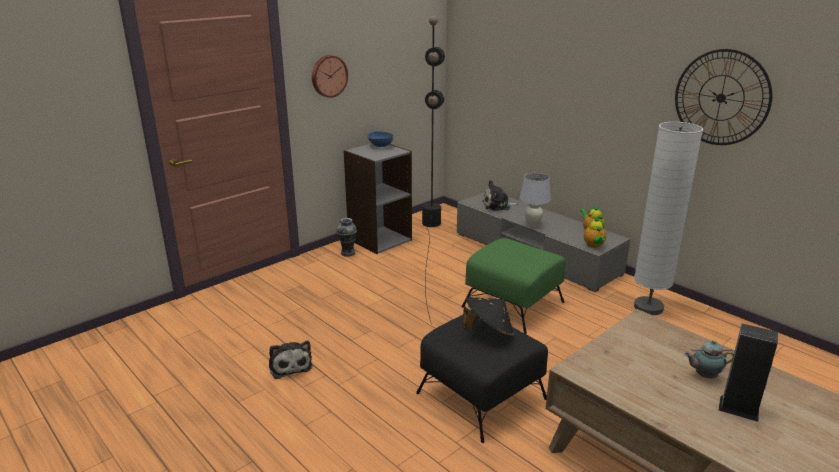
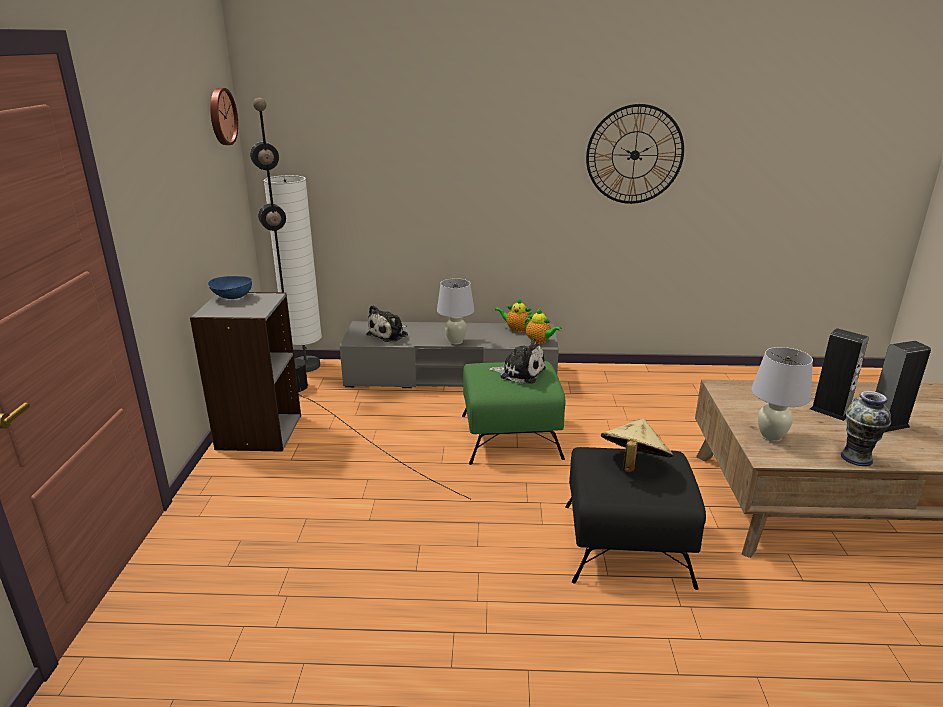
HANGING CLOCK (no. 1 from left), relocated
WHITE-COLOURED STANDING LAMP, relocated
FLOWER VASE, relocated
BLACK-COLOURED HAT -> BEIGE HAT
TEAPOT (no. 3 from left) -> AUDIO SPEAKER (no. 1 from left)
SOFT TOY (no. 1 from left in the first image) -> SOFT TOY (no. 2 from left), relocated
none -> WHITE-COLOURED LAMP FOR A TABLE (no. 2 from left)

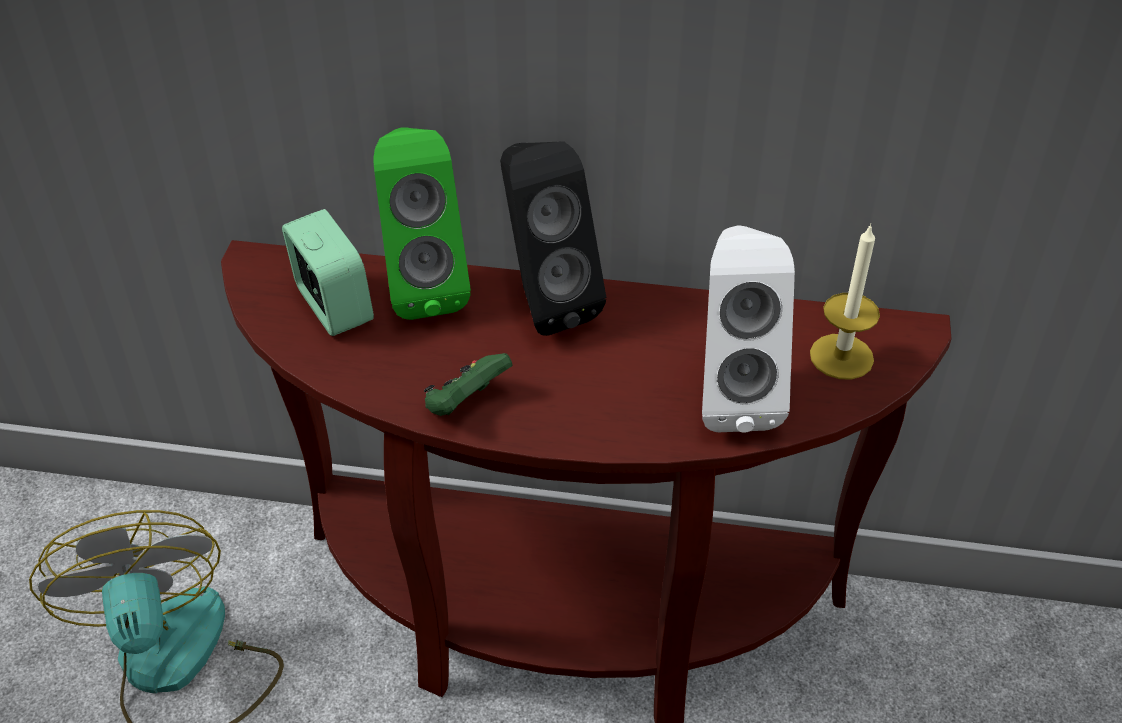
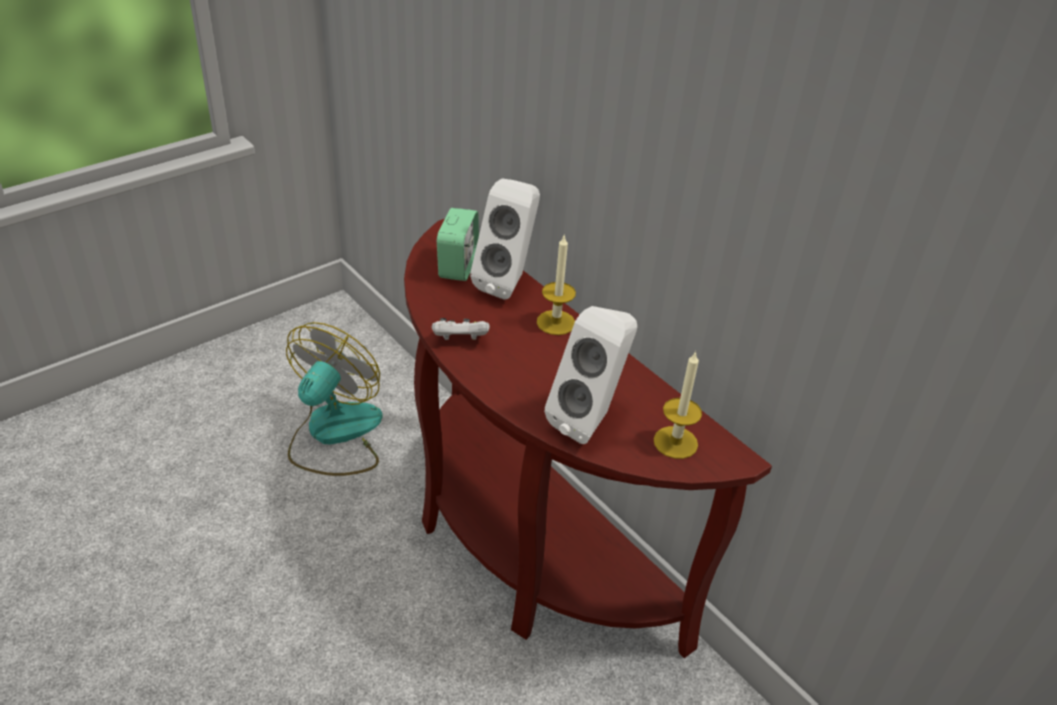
GREEN AUDIO SPEAKER -> WHITE-COLOURED AUDIO SPEAKER (no. 1 from left)
BLACK-COLOURED AUDIO SPEAKER -> CANDLE (no. 1 from left)
GREEN GAMEPAD -> WHITE-COLOURED GAMEPAD

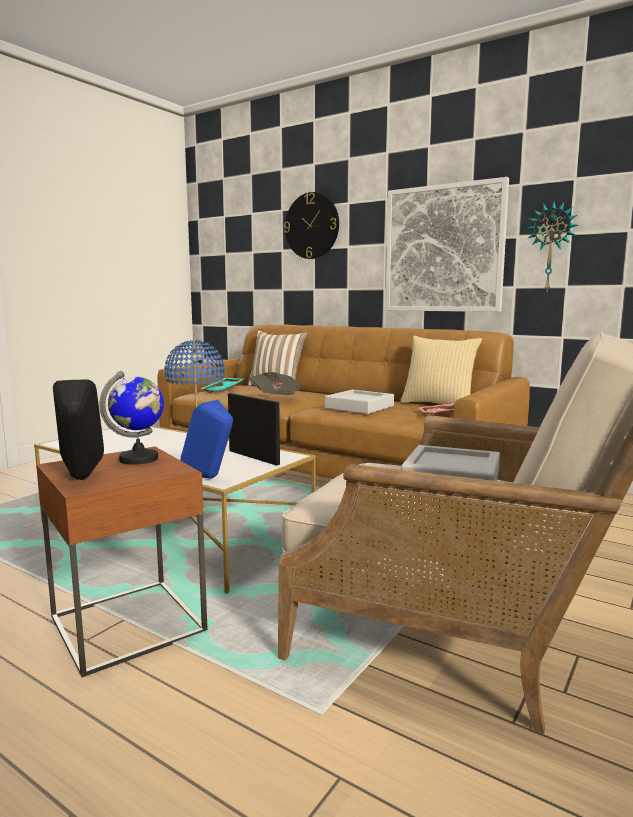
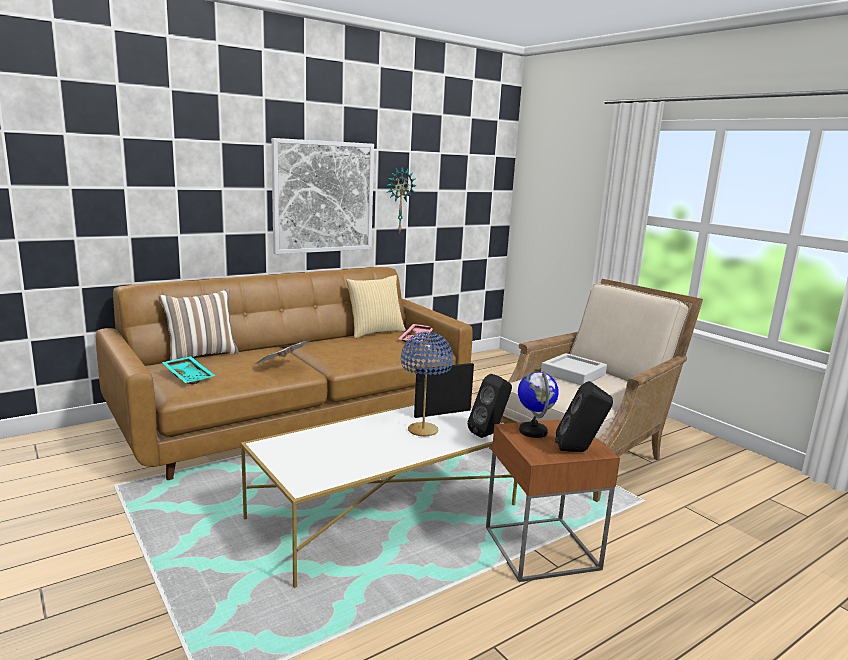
HANGING CLOCK (no. 1 from left) -> none
GREYISH TRAY (no. 1 from left) -> none
BLUE AUDIO SPEAKER -> BLACK-COLOURED AUDIO SPEAKER (no. 1 from left)

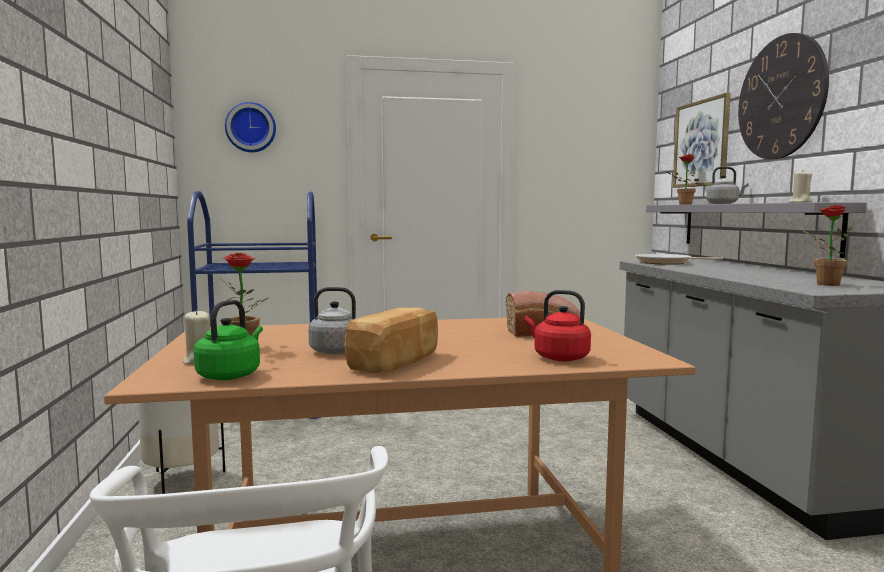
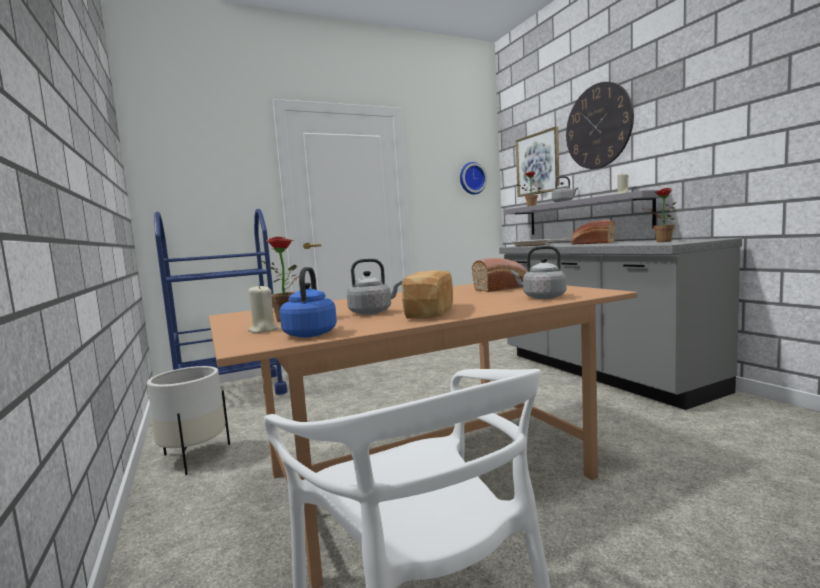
HANGING CLOCK (no. 1 from left), relocated
RED-COLOURED TEA KETTLE -> GREYISH TEA KETTLE (no. 2 from left)
GREEN TEA KETTLE -> BLUE TEA KETTLE
none -> BAKED BREAD (no. 3 from left)

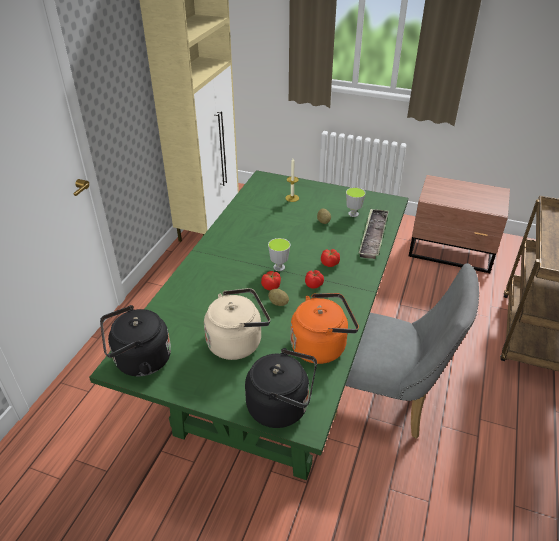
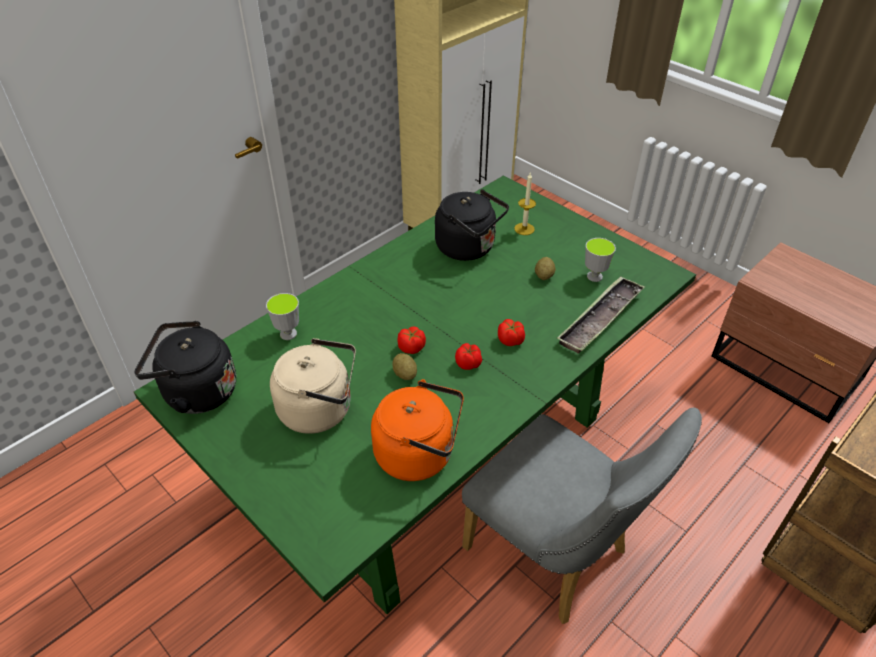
DRINKING CUP (no. 1 from left), relocated
BLACK-COLOURED TEA KETTLE (no. 2 from left), relocated

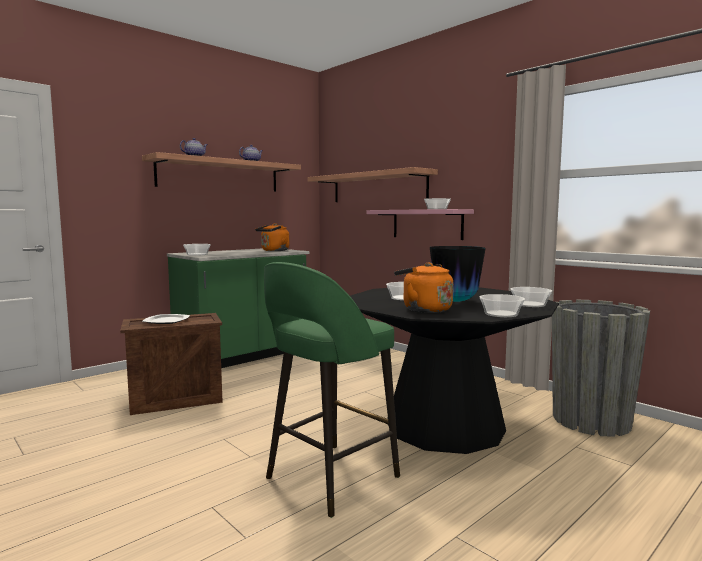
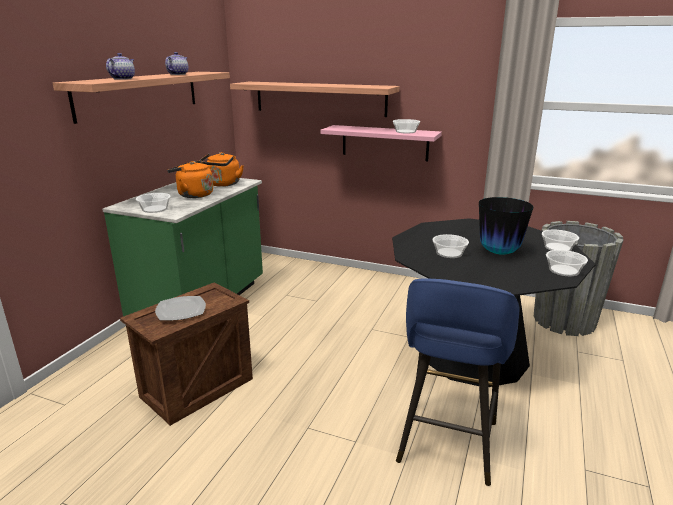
GREEN STOOL SEAT -> BLUE STOOL SEAT
ORANGE-COLOURED TEA KETTLE (no. 2 from left in the first image) -> ORANGE-COLOURED TEA KETTLE (no. 1 from left), relocated

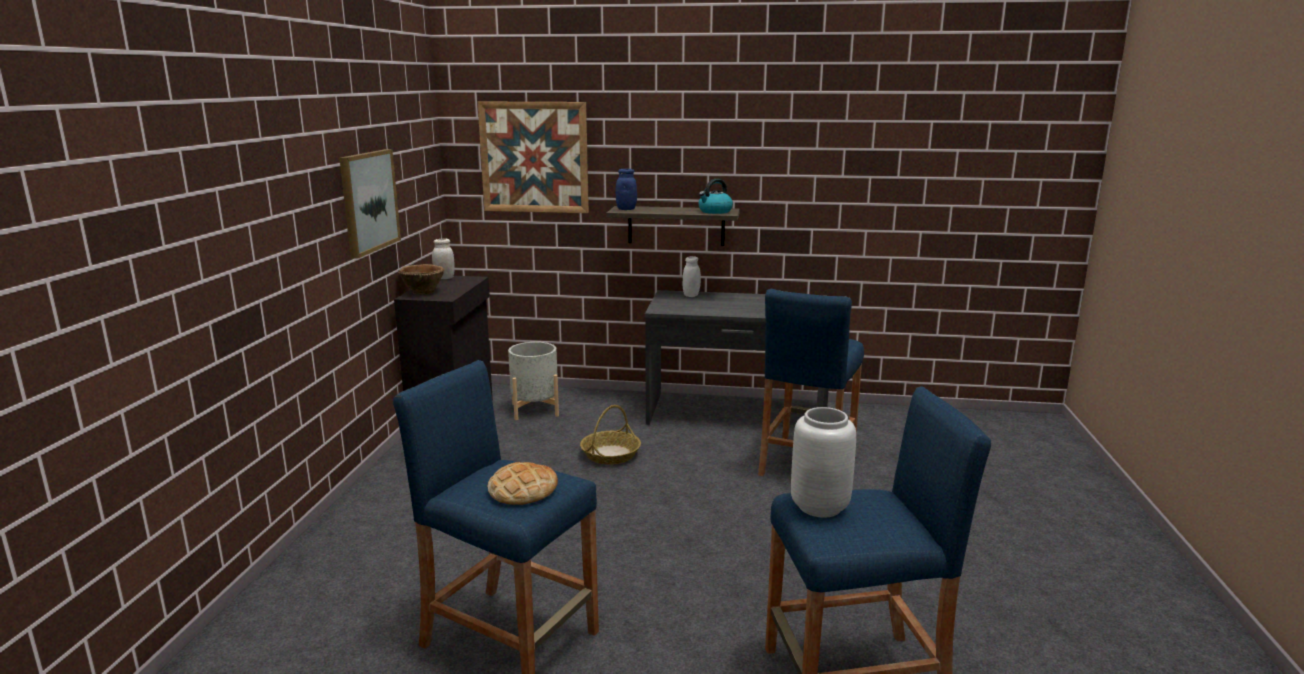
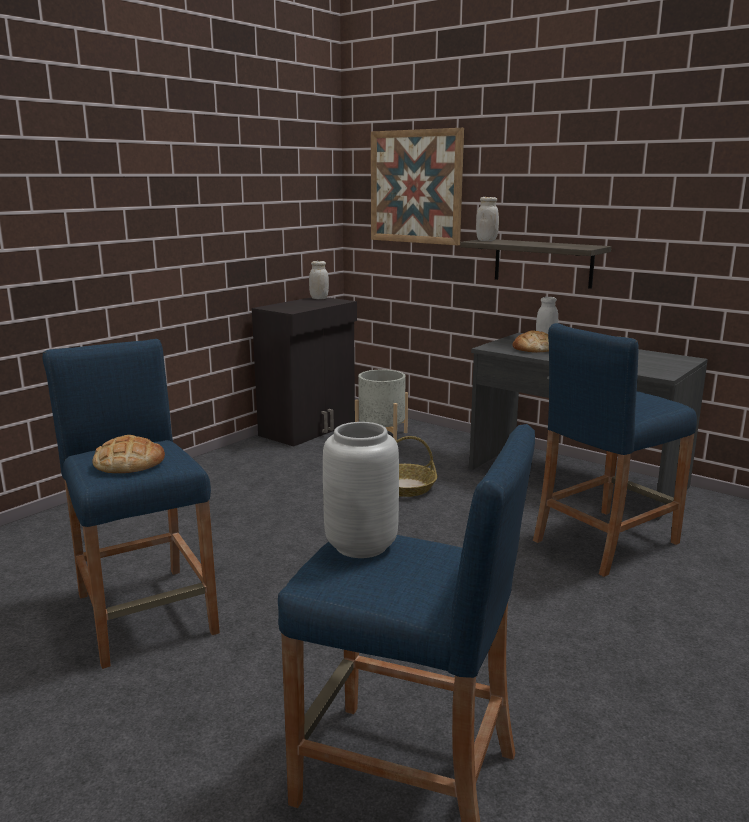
WALL PICTURE (no. 1 from left) -> none
BLUE JAR -> WHITE-COLOURED JAR (no. 2 from left)
TEA KETTLE -> none
BROWN DEEP DISH -> none
none -> BAKED BREAD (no. 2 from left)

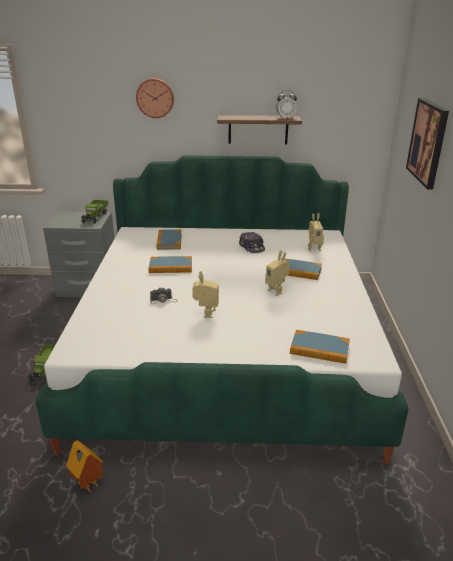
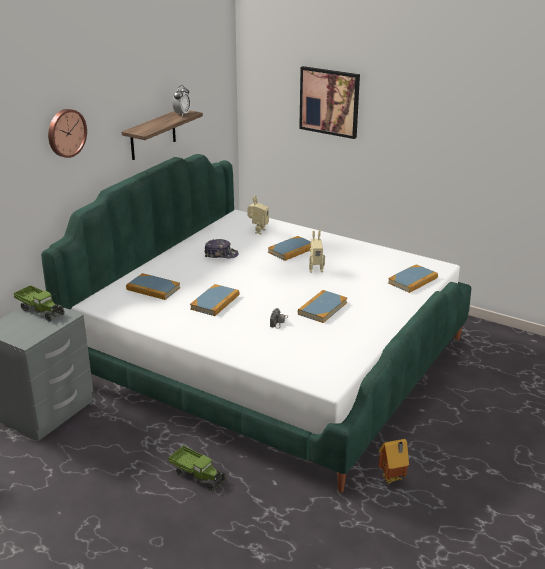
MODEL ROBOT (no. 1 from left) -> BOOK (no. 4 from left)

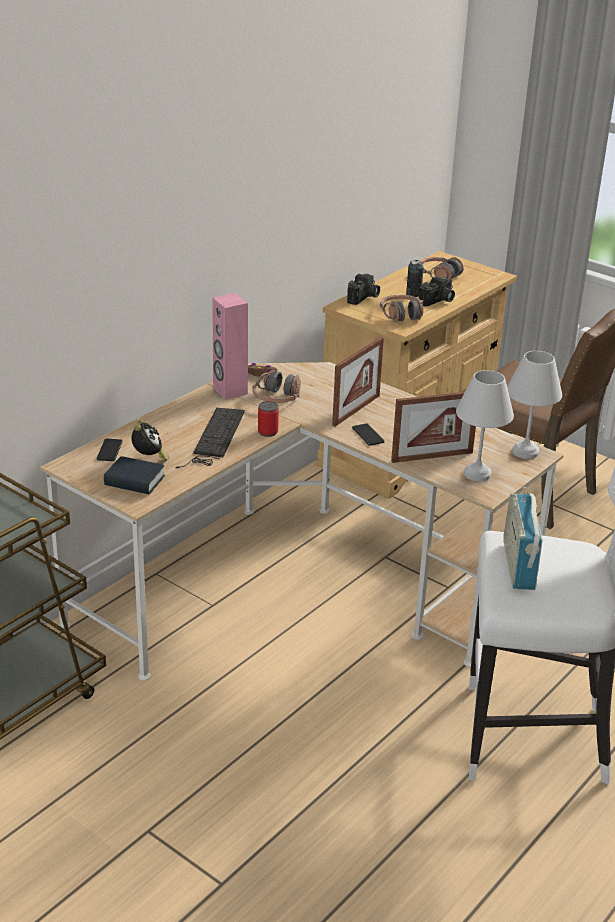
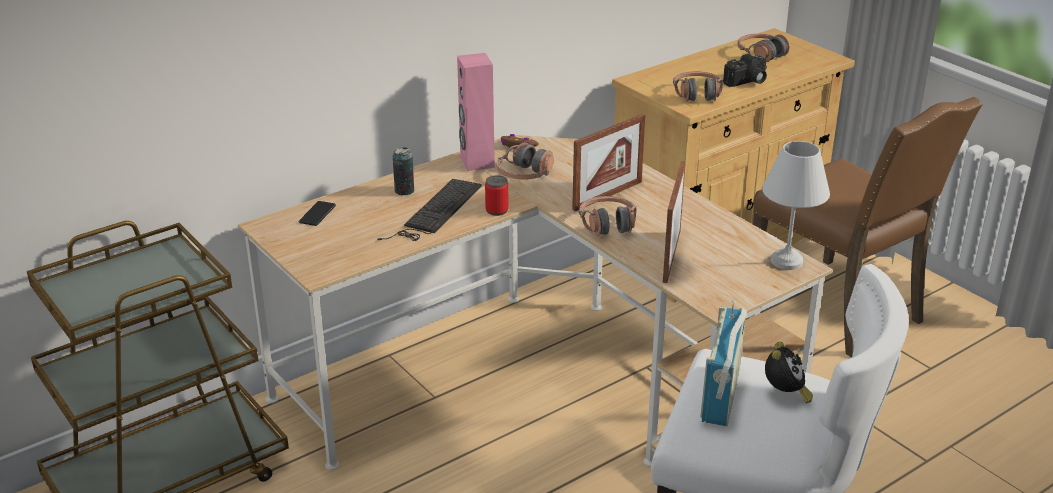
CAN (no. 2 from left in the first image) -> CAN (no. 1 from left), relocated
PHOTO CAMERA (no. 1 from left) -> none
WHITE-COLOURED LAMP FOR A TABLE (no. 1 from left) -> none
PHOTO FRAME (no. 2 from left), 105 degrees clockwise
ALARM CLOCK, relocated
HANDSET (no. 2 from left) -> PAIR OF HEADPHONES (no. 2 from left)
BOOK -> none

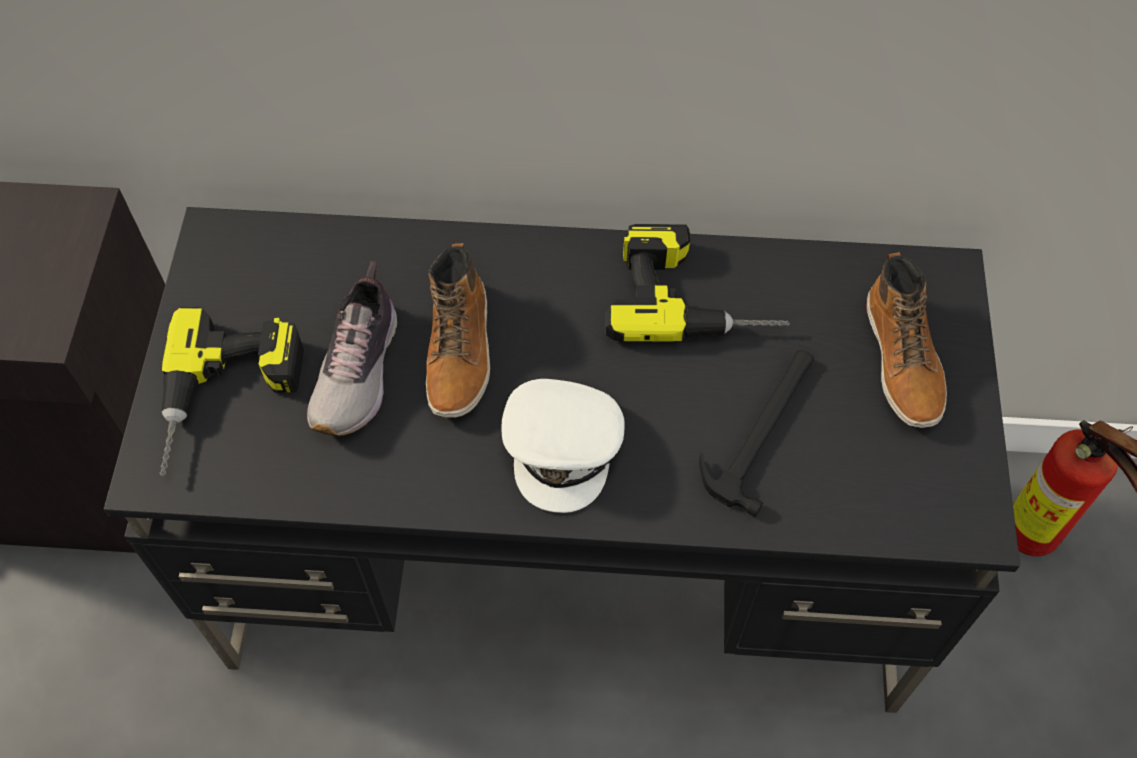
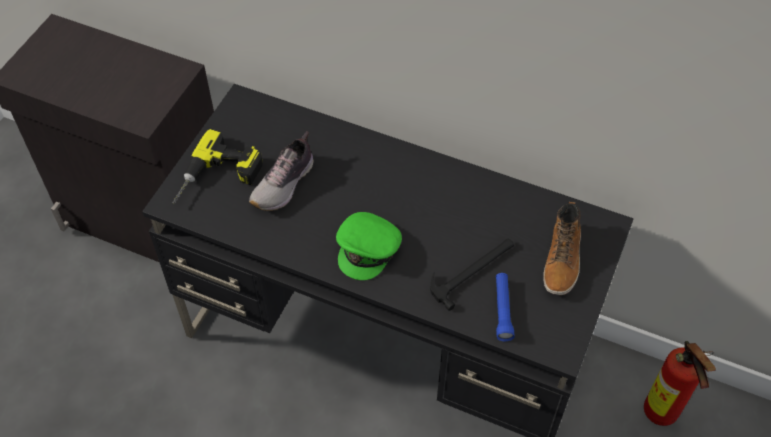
POWER DRILL (no. 2 from left) -> none
HIGH-TOP BOOT (no. 1 from left) -> none
WHITE-COLOURED PEAKED CAP -> GREEN PEAKED CAP
none -> BLUE FLASHLIGHT

